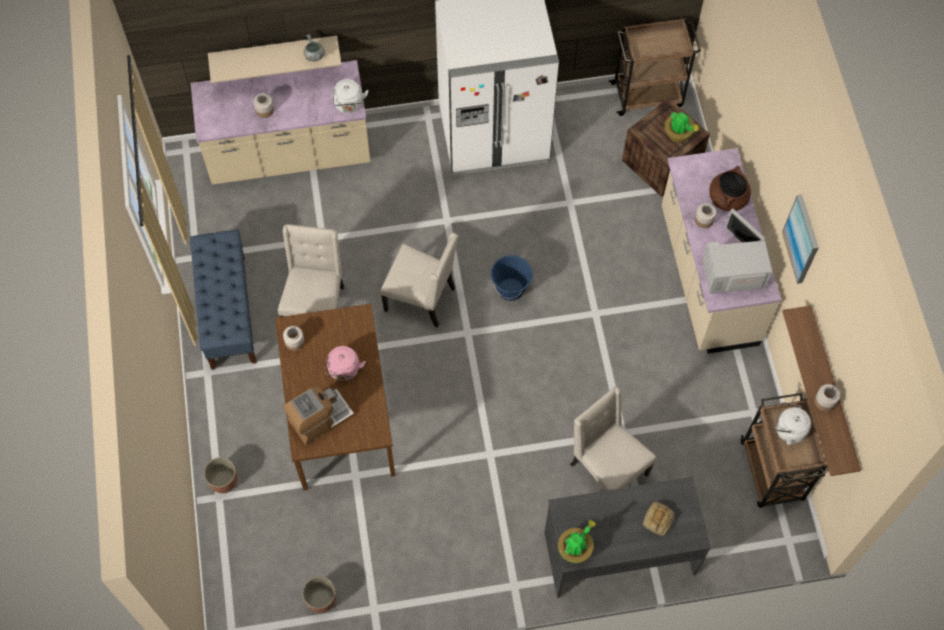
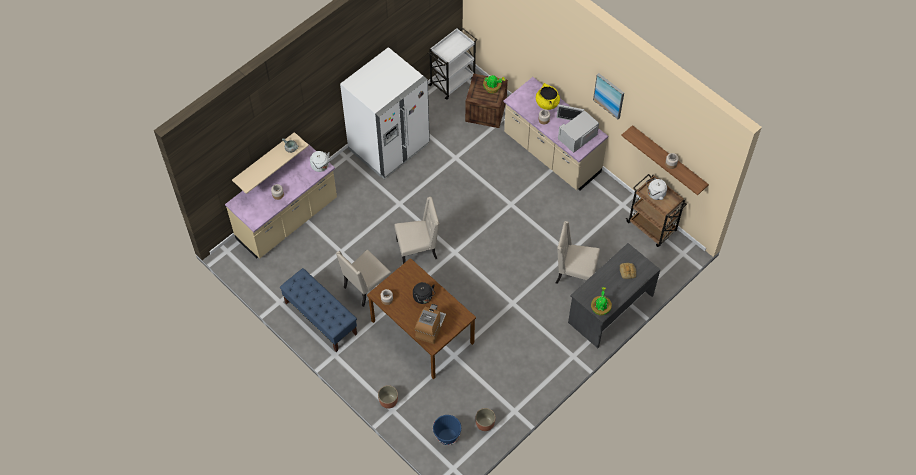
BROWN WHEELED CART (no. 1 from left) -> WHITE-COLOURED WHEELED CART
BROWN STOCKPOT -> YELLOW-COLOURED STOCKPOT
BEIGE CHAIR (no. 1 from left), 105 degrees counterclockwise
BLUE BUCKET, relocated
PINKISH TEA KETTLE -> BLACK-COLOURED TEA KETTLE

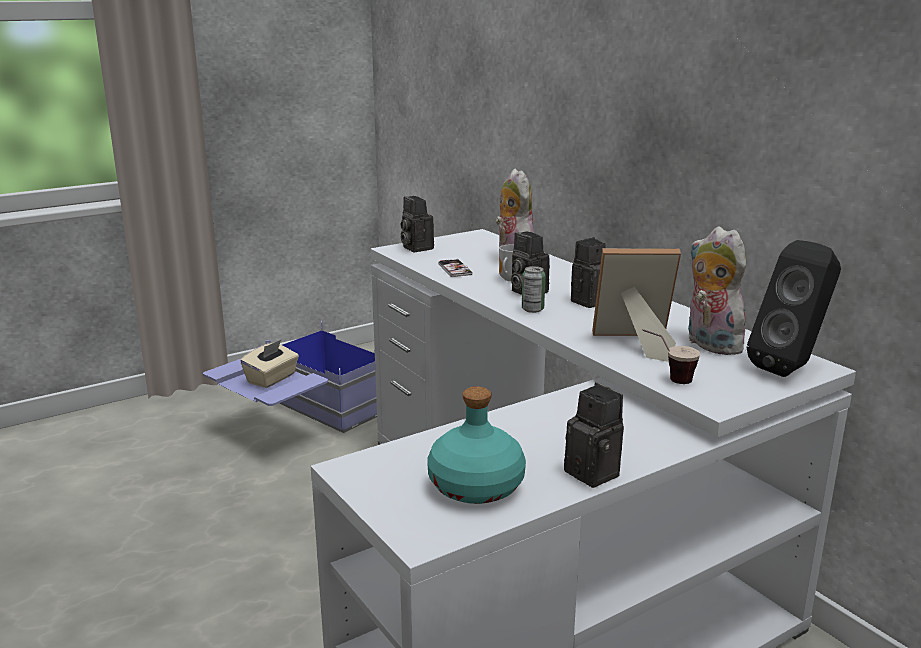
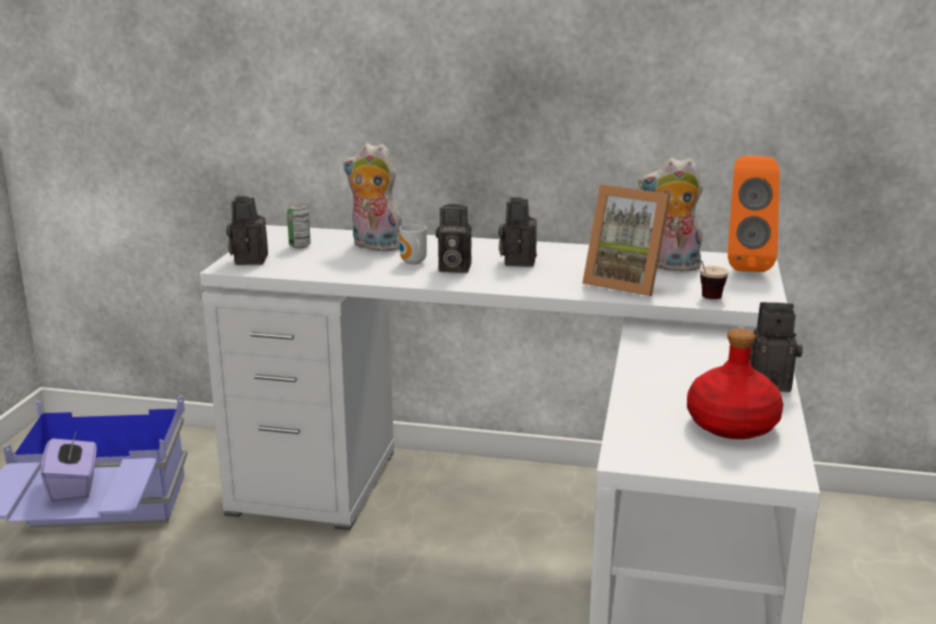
PHOTO CAMERA (no. 1 from left), 75 degrees clockwise
BLACK-COLOURED AUDIO SPEAKER -> ORANGE-COLOURED AUDIO SPEAKER
PHOTO FRAME, 105 degrees counterclockwise
HANDSET -> none
CAN, relocated
BEIGE BOX OF TISSUES -> PURPLISH BOX OF TISSUES
TURQUOISE DRINK BOTTLE -> RED-COLOURED DRINK BOTTLE

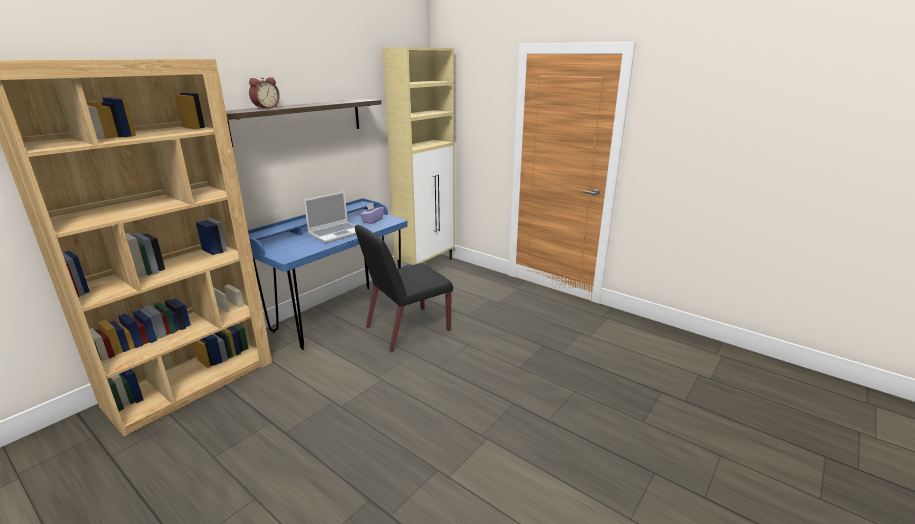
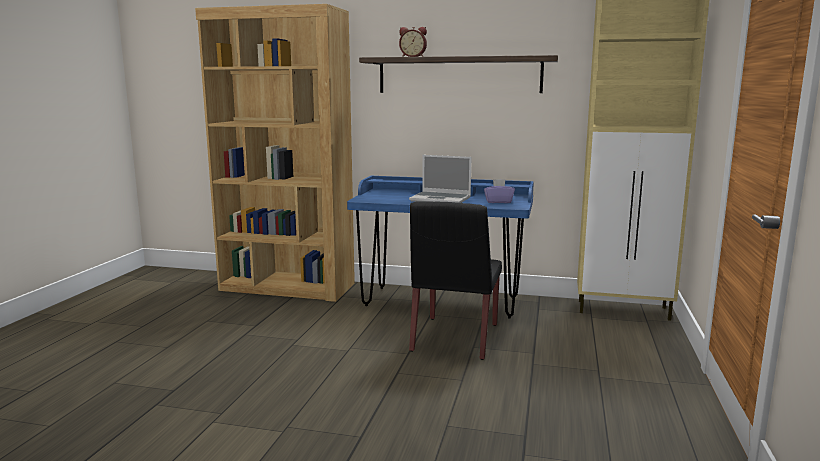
BLACK-COLOURED CHAIR, 105 degrees counterclockwise

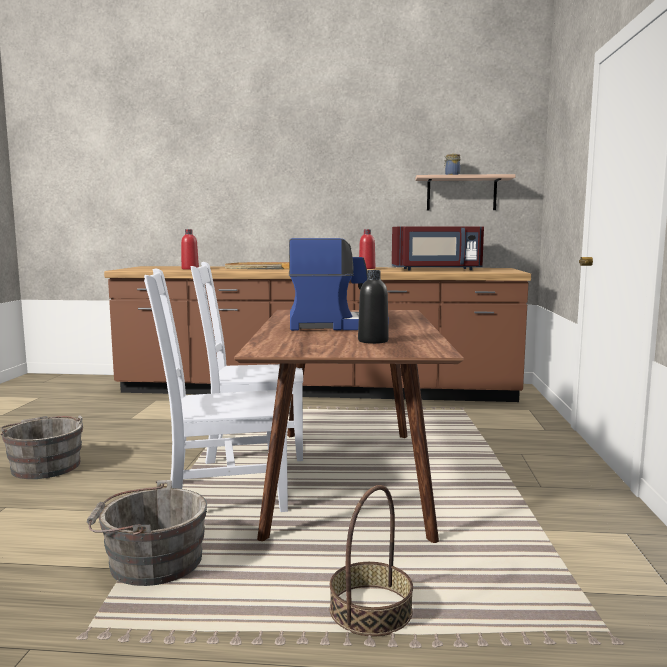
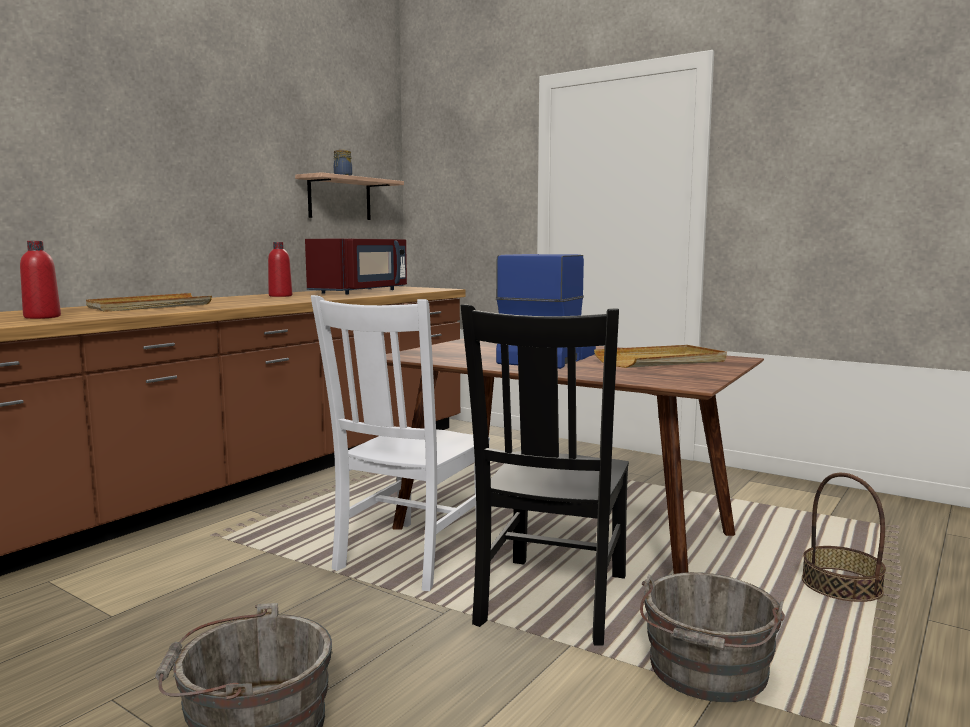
WHITE-COLOURED CHAIR (no. 1 from left) -> BLACK-COLOURED CHAIR
BLACK-COLOURED DRINK BOTTLE -> BEIGE TRAY (no. 2 from left)

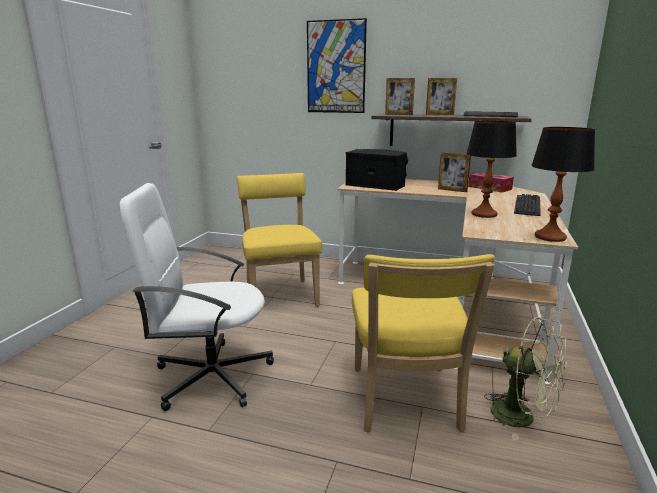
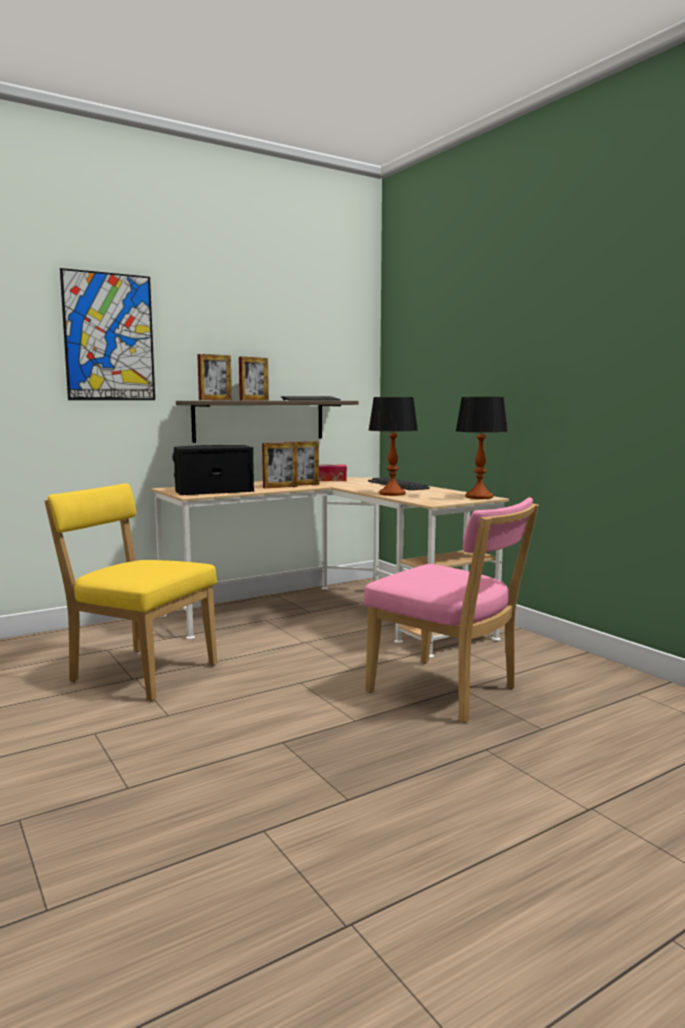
WHITE-COLOURED OFFICE CHAIR -> none
YELLOW-COLOURED CHAIR (no. 2 from left) -> PINKISH CHAIR
GREEN FAN -> none
none -> PHOTO FRAME (no. 3 from left)

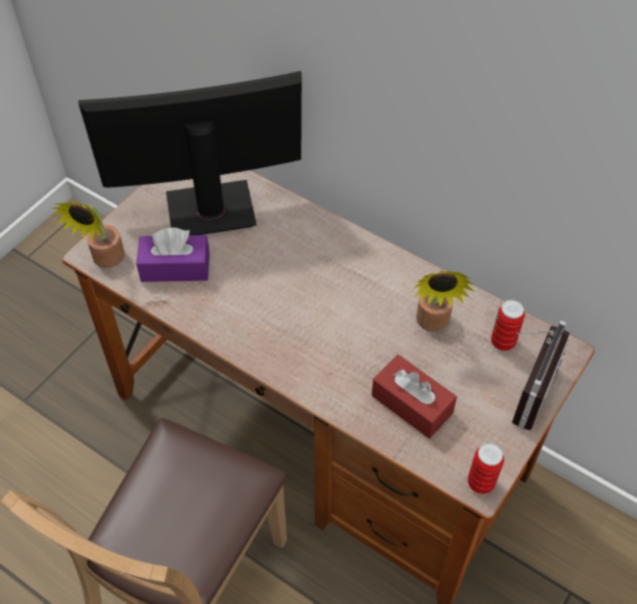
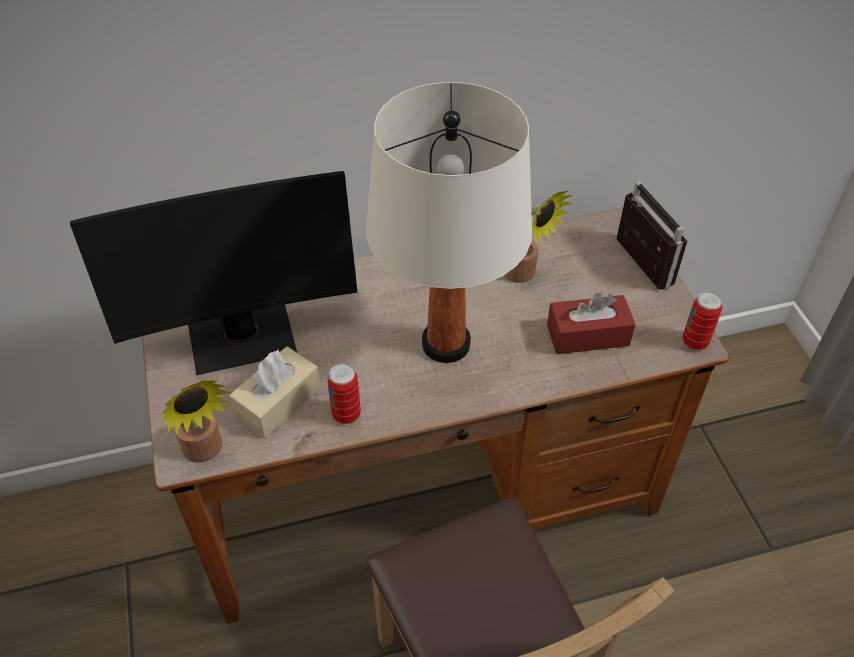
COMPUTER DISPLAY, 135 degrees counterclockwise
PURPLISH BOX OF TISSUES -> BEIGE BOX OF TISSUES
CAN (no. 2 from left in the first image) -> CAN (no. 1 from left), relocated
none -> WHITE-COLOURED LAMP FOR A TABLE

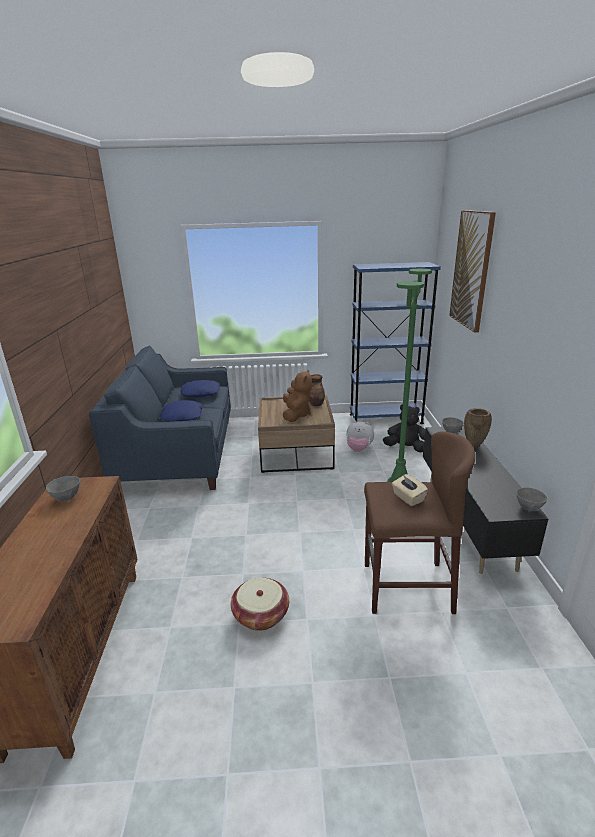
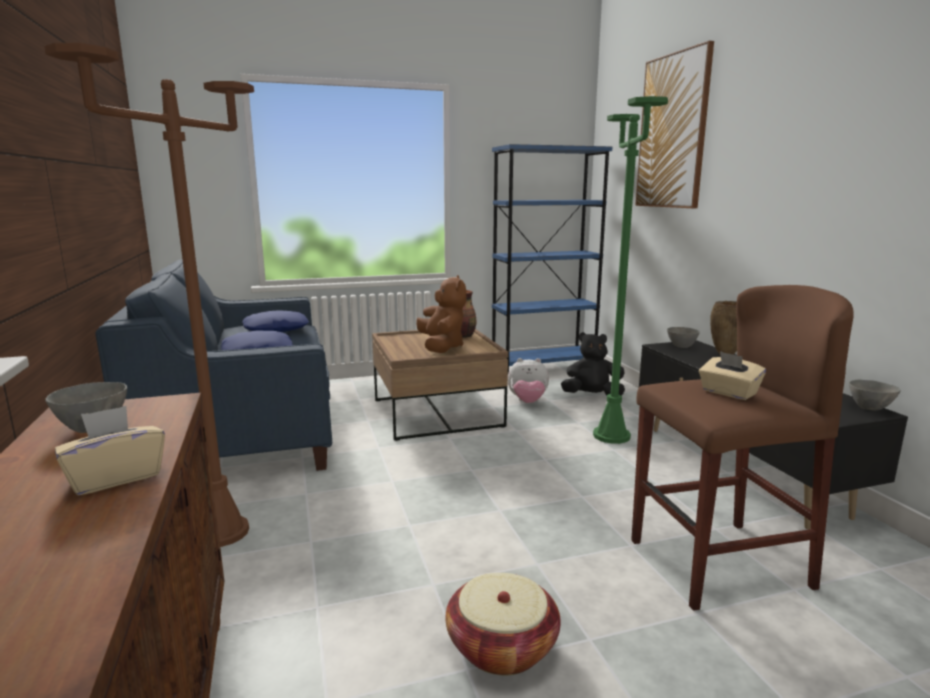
none -> BROWN STANDING LAMP
none -> BEIGE BOX OF TISSUES (no. 1 from left)

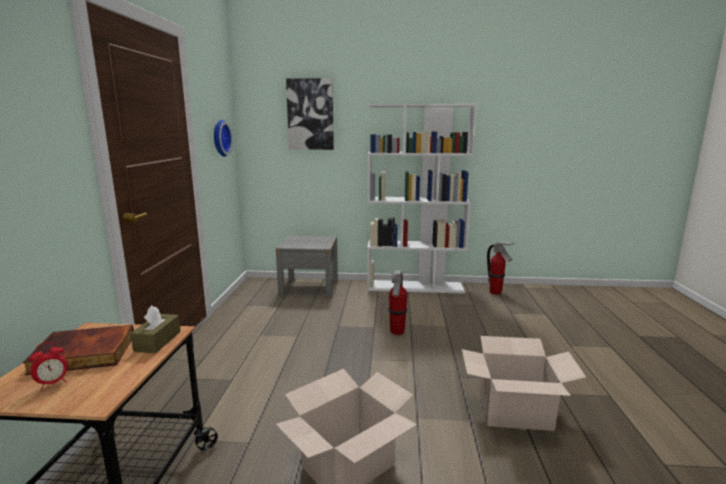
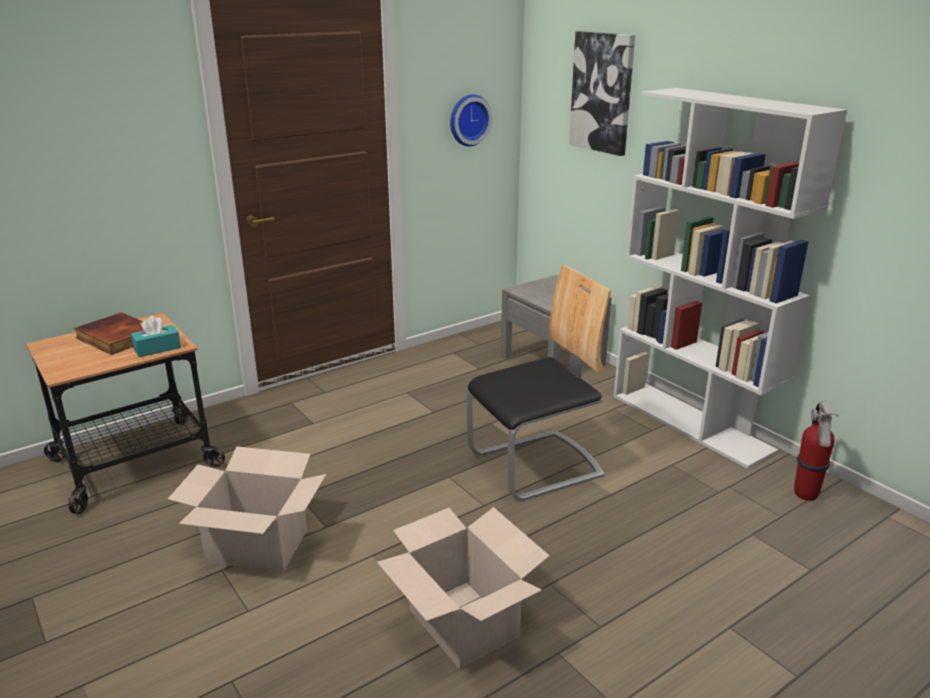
FIRE-FIGHTING CYLINDER (no. 1 from left) -> CHAIR
BROWN BOX OF TISSUES -> TURQUOISE BOX OF TISSUES
ALARM CLOCK -> none

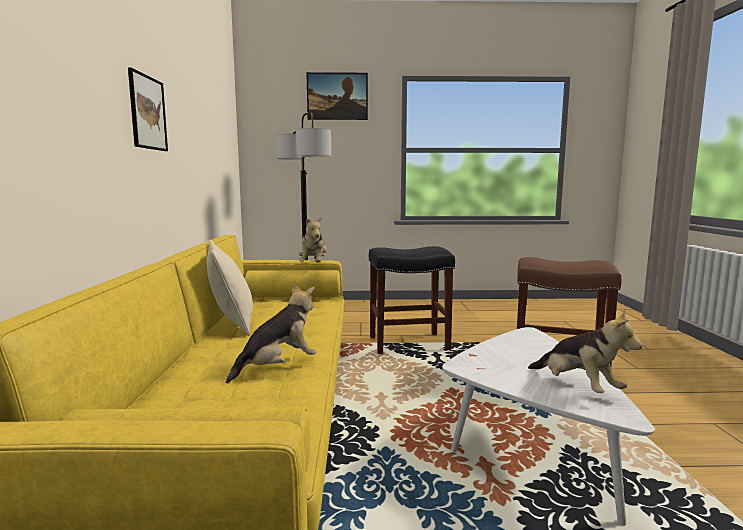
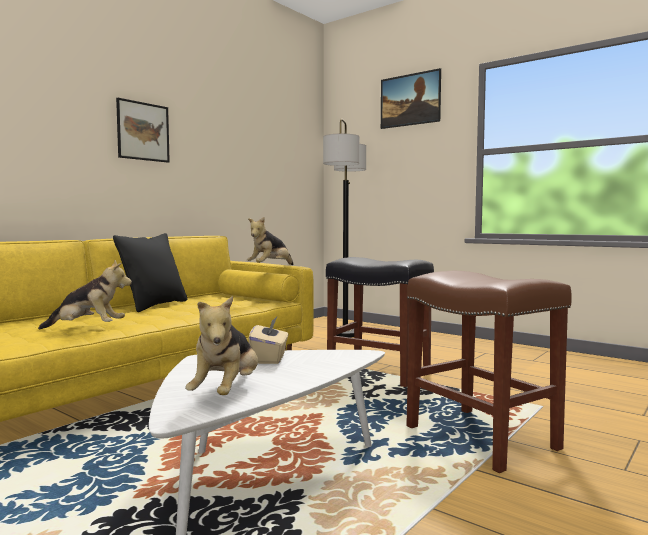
BEIGE PILLOW -> BLACK-COLOURED PILLOW
none -> BEIGE BOX OF TISSUES

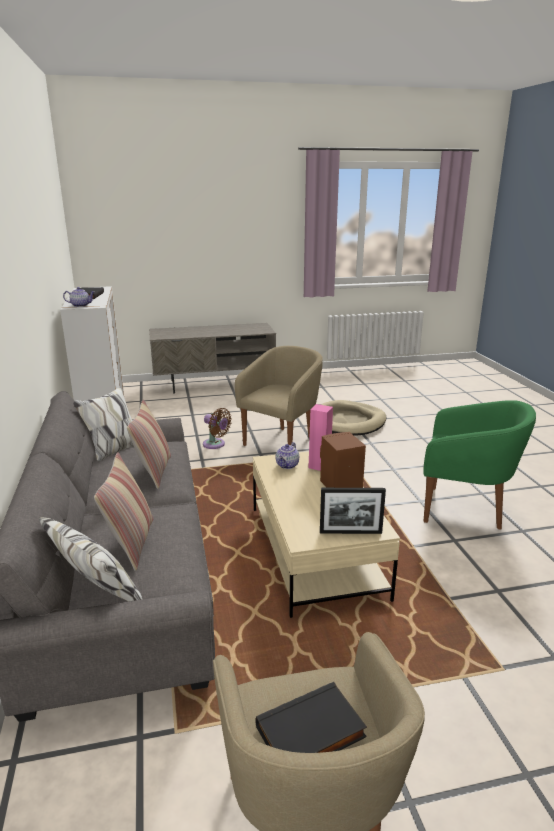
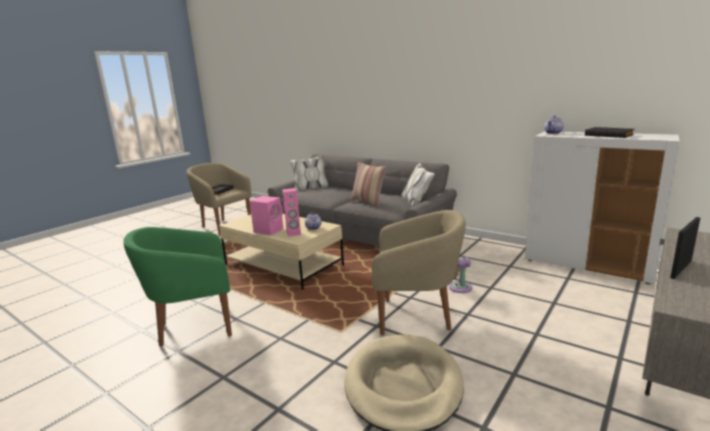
BEIGE LOUNGE CHAIR (no. 1 from left in the first image) -> BEIGE LOUNGE CHAIR (no. 2 from left), 75 degrees counterclockwise
BROWN AUDIO SPEAKER -> PINKISH AUDIO SPEAKER (no. 1 from left)
PILLOW (no. 1 from left) -> none
PHOTO FRAME, relocated

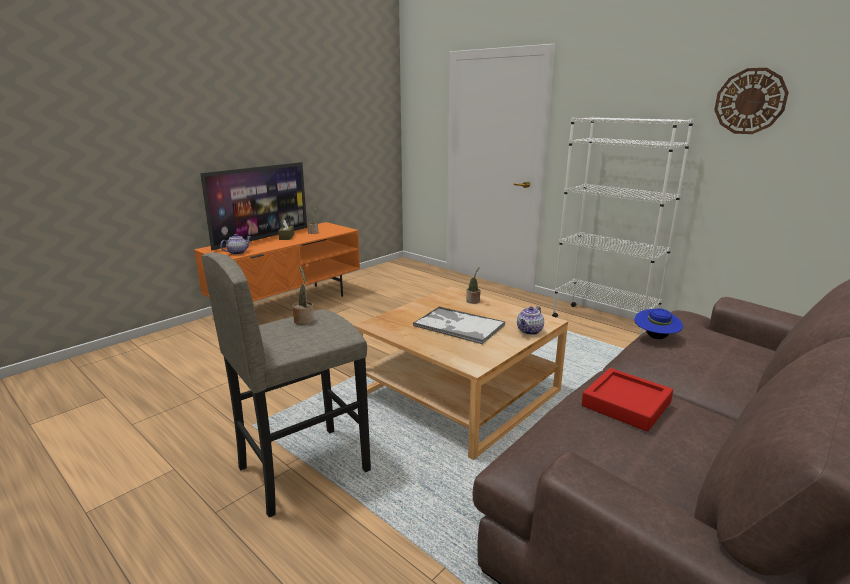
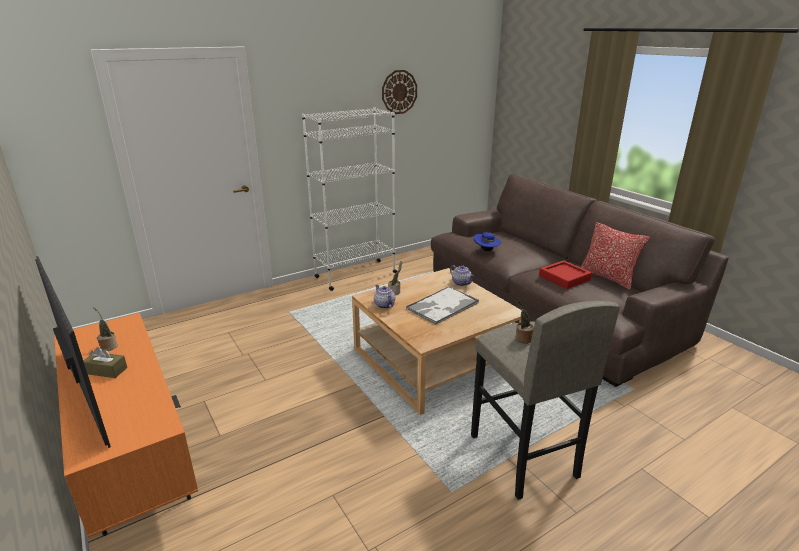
TEAPOT (no. 1 from left), relocated
none -> PILLOW

